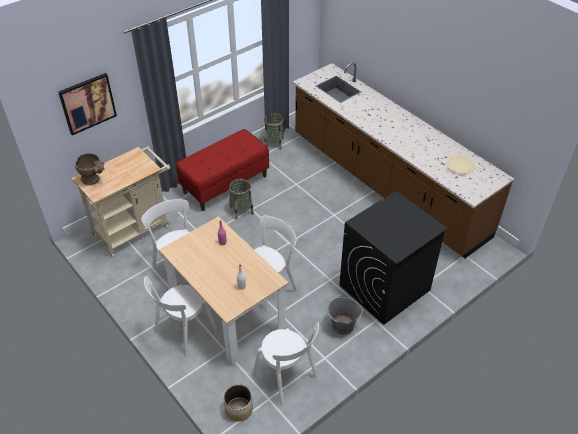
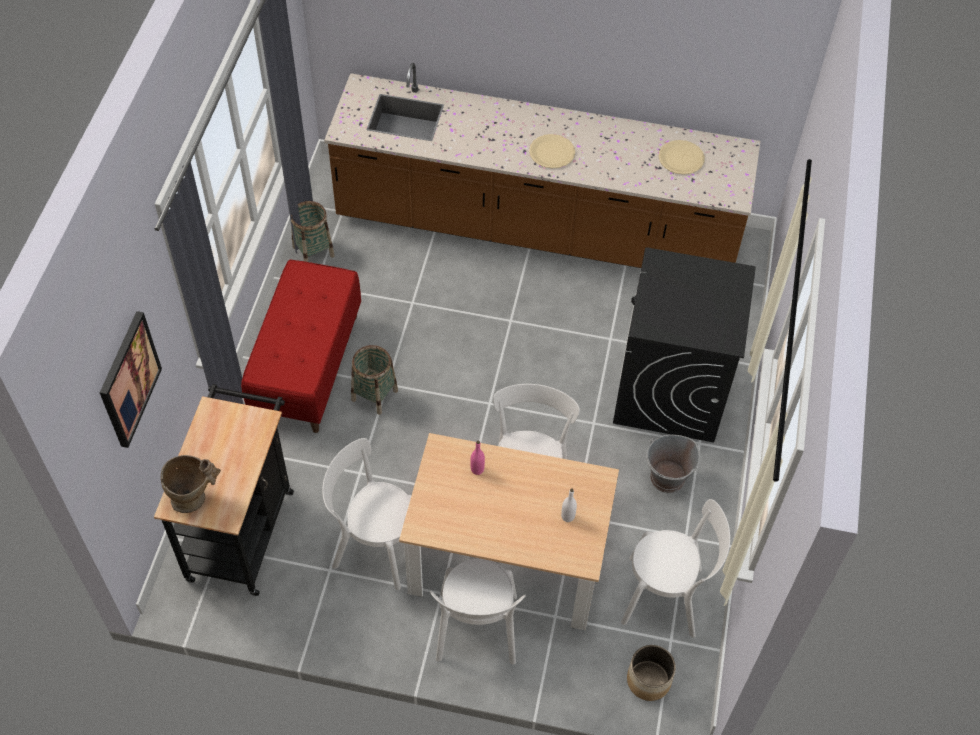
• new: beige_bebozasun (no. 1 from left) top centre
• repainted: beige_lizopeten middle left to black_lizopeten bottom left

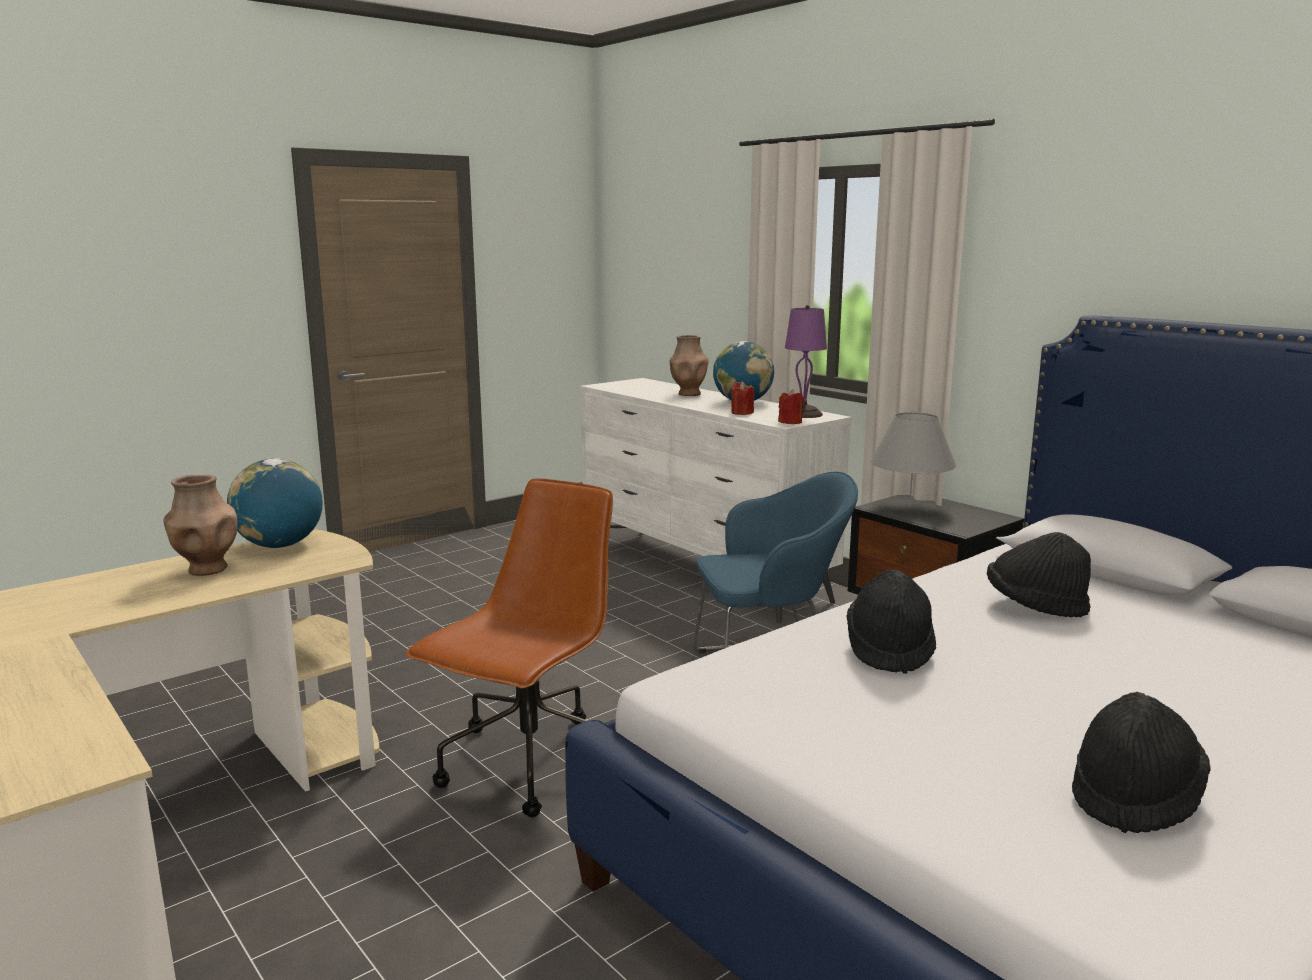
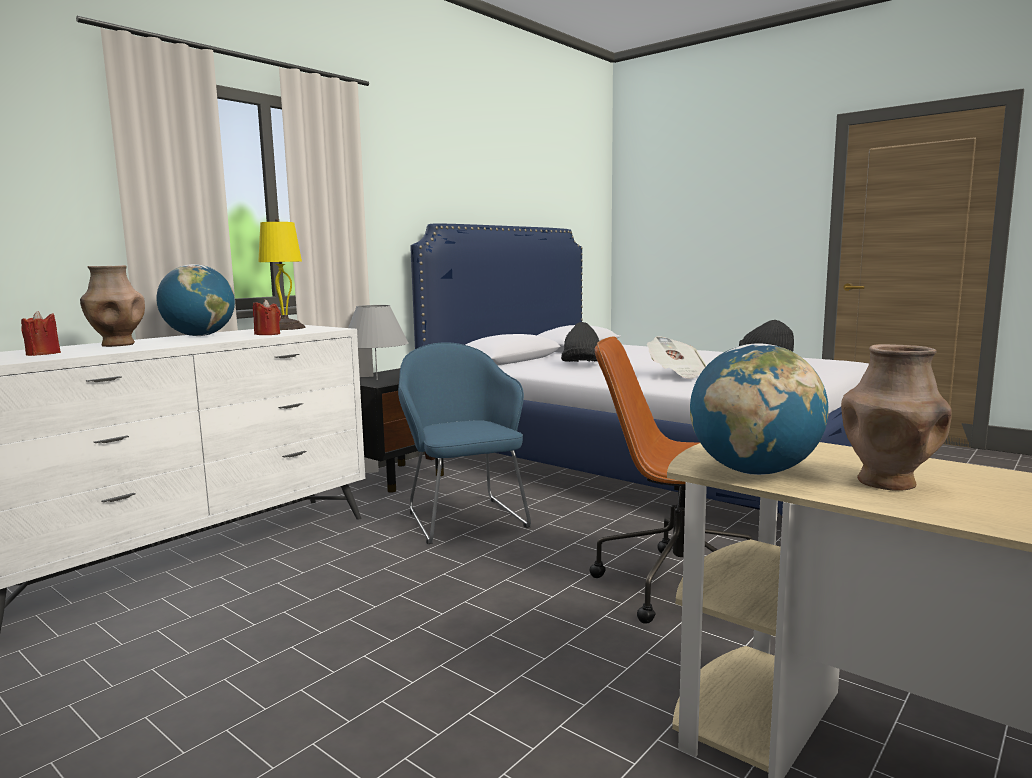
• shifted: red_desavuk (no. 2 from left in the first image) centre to red_desavuk (no. 1 from left) middle left
• swapped: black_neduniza (no. 1 from left) middle right to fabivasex centre
• repainted: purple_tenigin centre to yellow_tenigin middle left

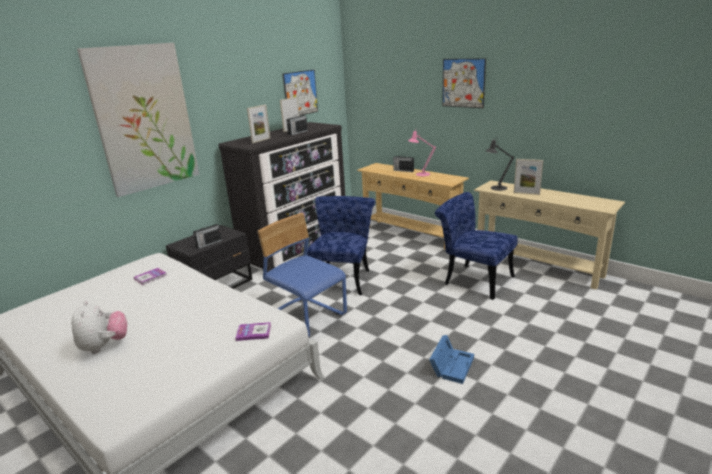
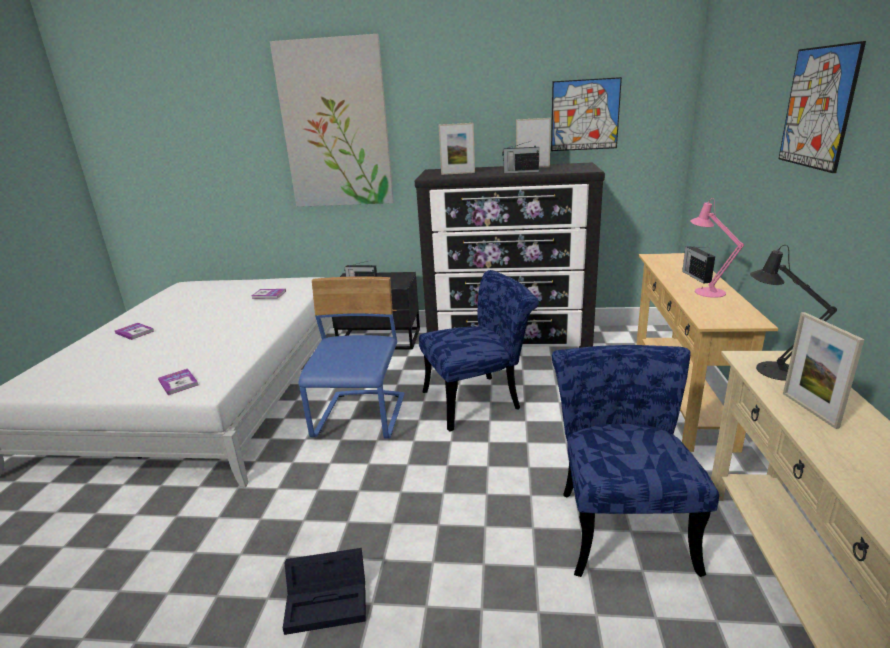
• swapped: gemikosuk bottom left to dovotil (no. 1 from left) middle left
• repainted: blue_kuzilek bottom centre to black_kuzilek bottom centre

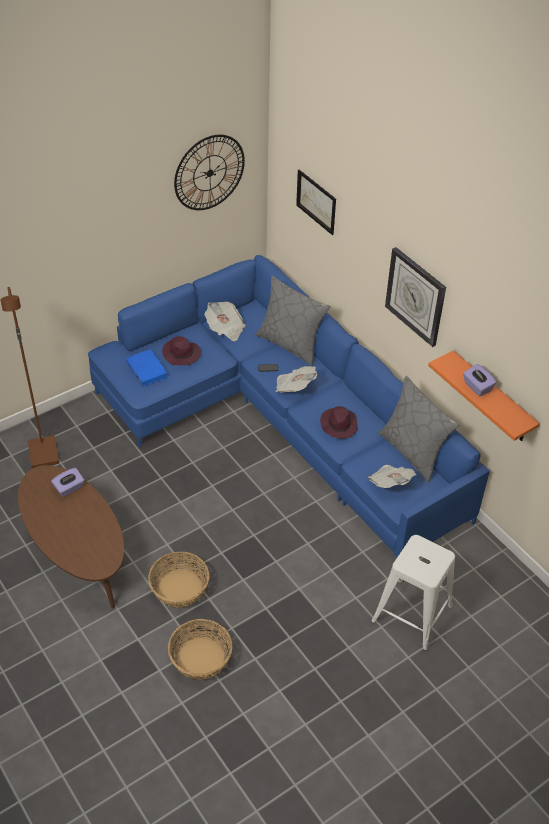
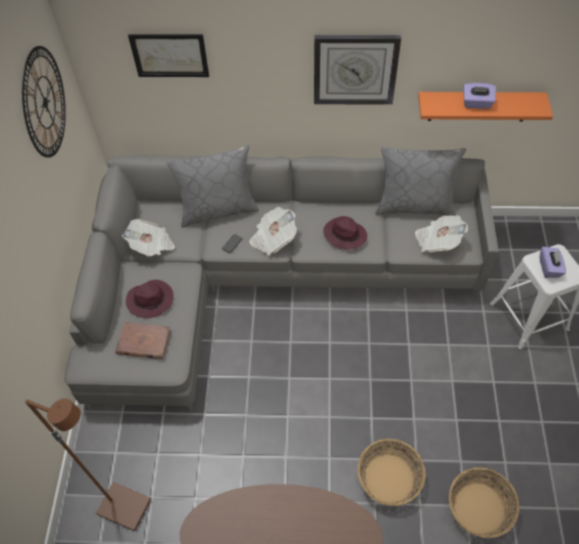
• shifted: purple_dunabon (no. 1 from left in the first image) middle left to purple_dunabon (no. 2 from left) middle right
• repainted: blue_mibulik centre to grey_mibulik centre
• repainted: blue_dovotil middle left to brown_dovotil middle left

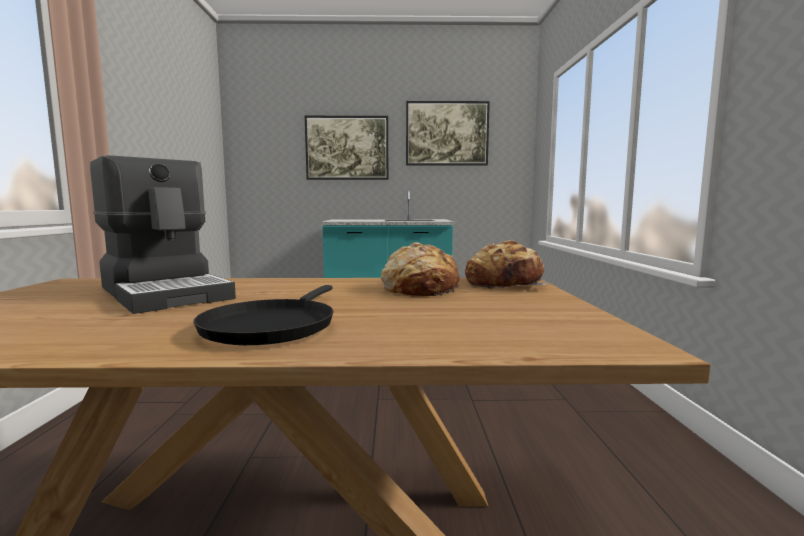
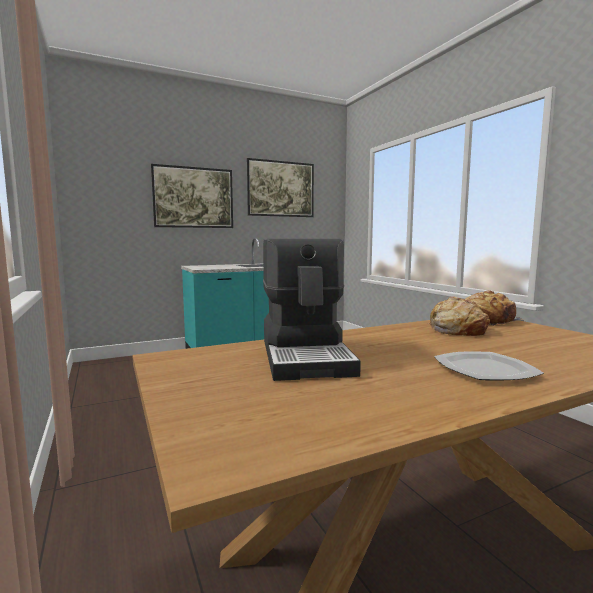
• swapped: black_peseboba middle left to bebozasun middle right
• rotated: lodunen middle left = centre 60 degrees clockwise

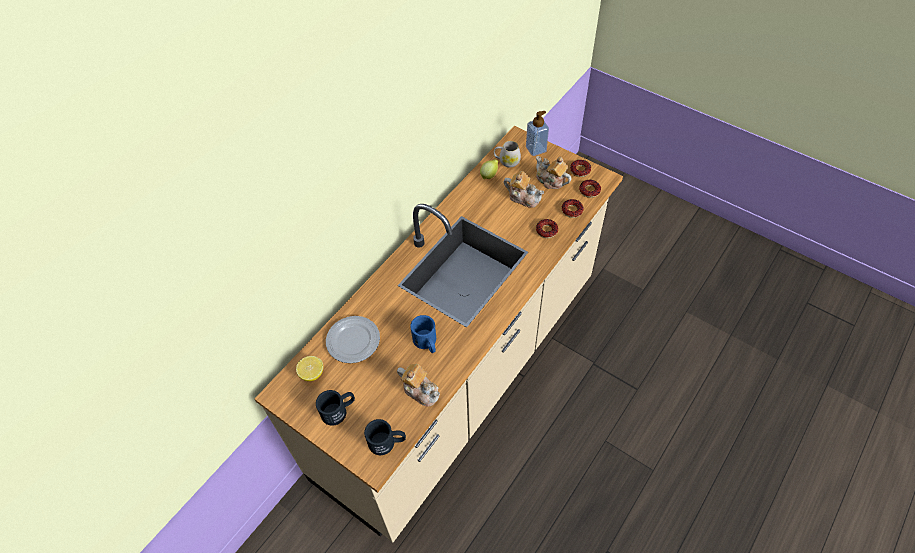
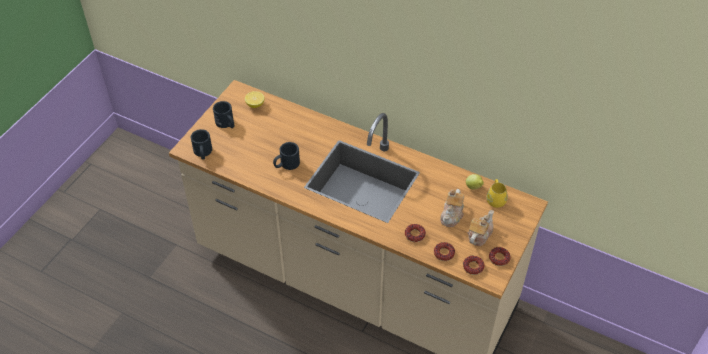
• gone: bebozasun centre
• gone: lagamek (no. 1 from left) bottom centre
• gone: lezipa top centre
• repainted: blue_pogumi centre to black_pogumi (no. 3 from left) centre
• repainted: white_pogumi top centre to yellow_pogumi middle right

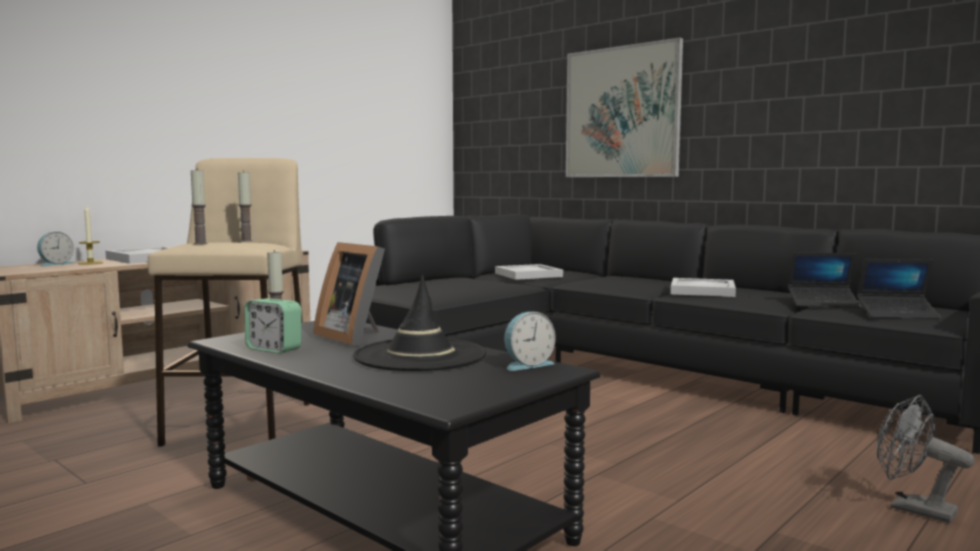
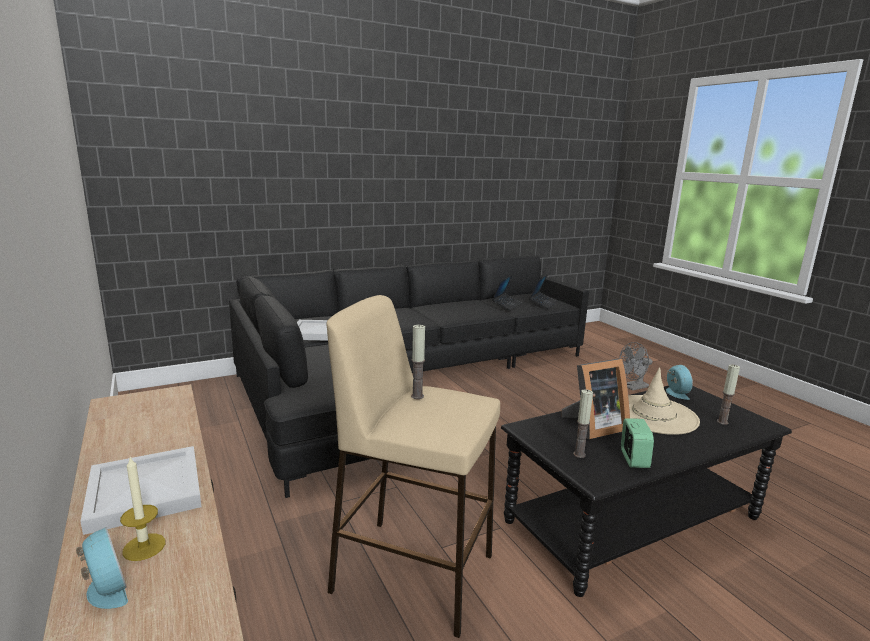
• gone: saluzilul top centre
• gone: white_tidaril (no. 3 from left) middle right
• shifted: desavuk (no. 2 from left in the first image) middle left to desavuk (no. 4 from left) middle right
• repainted: black_neduniza centre to beige_neduniza middle right
• rotated: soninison (no. 2 from left) middle left = bottom right 45 degrees counterclockwise

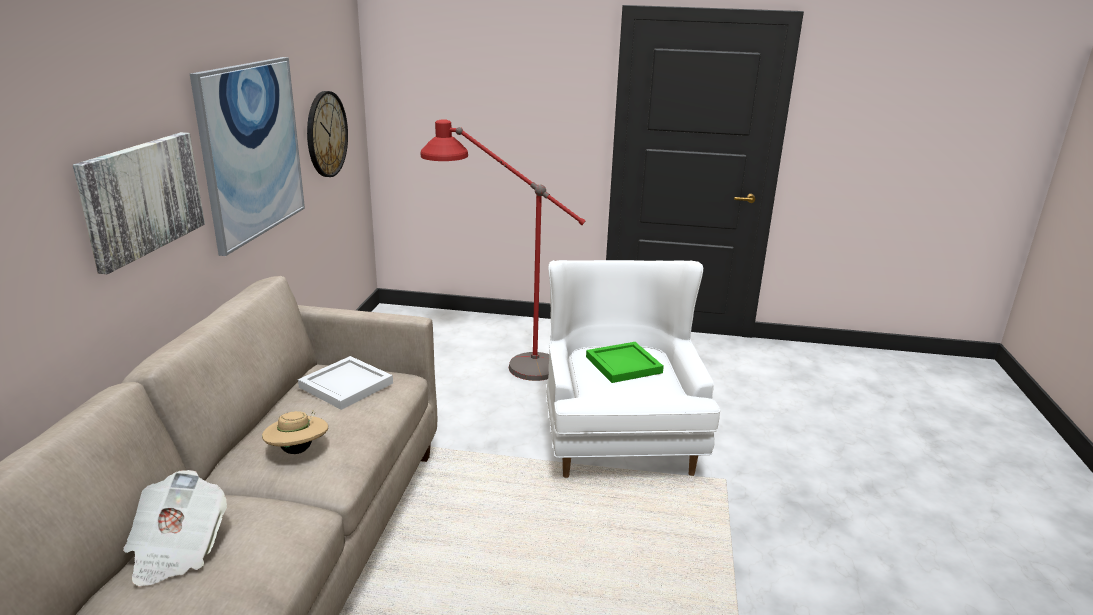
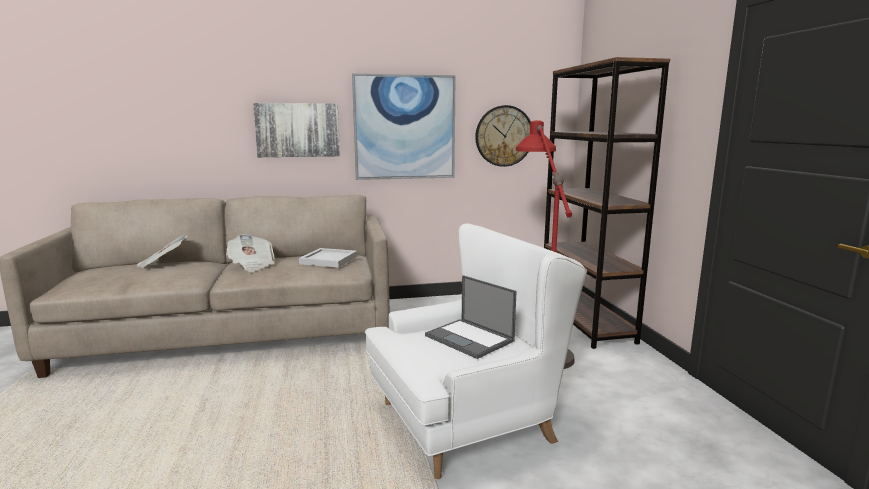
• new: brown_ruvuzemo middle right
• swapped: beige_neduniza bottom left to fabivasex (no. 2 from left) middle left
• swapped: green_tidaril centre to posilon centre

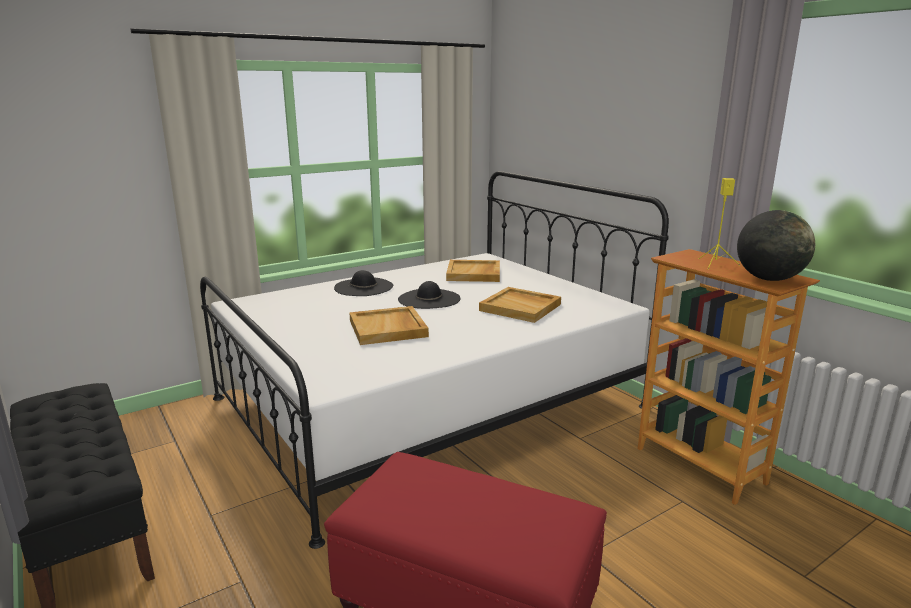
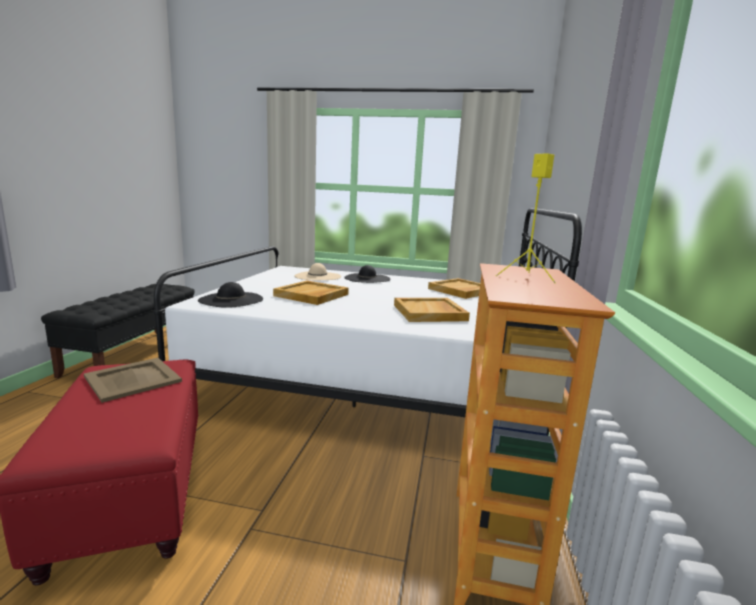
• gone: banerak middle right
• new: beige_tidaril (no. 1 from left) middle left
• new: beige_neduniza centre
• shifted: black_neduniza (no. 2 from left in the first image) centre to black_neduniza (no. 1 from left) middle left

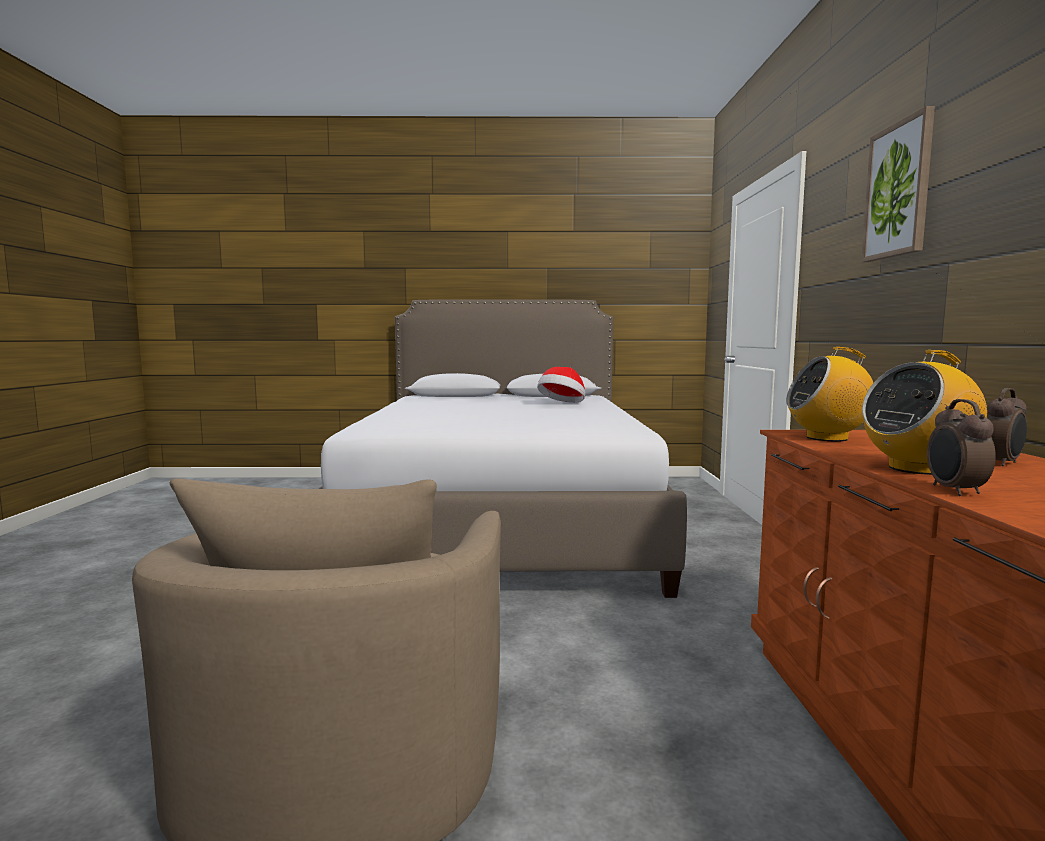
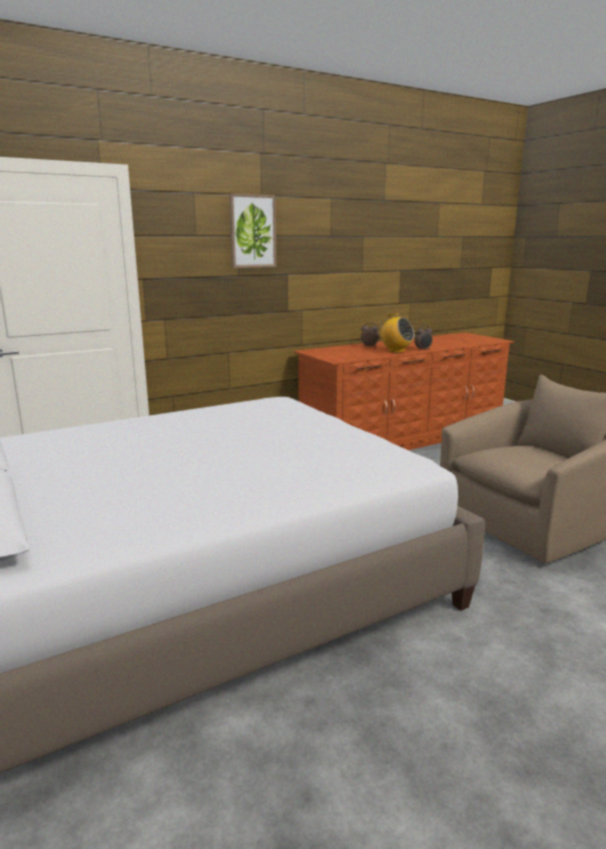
• gone: neduniza centre
• gone: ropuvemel (no. 1 from left) middle right

